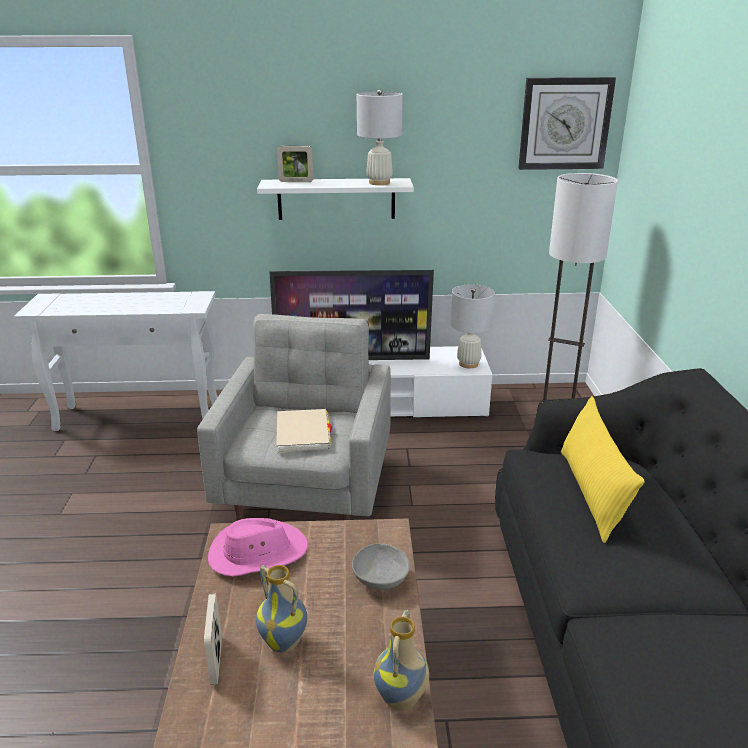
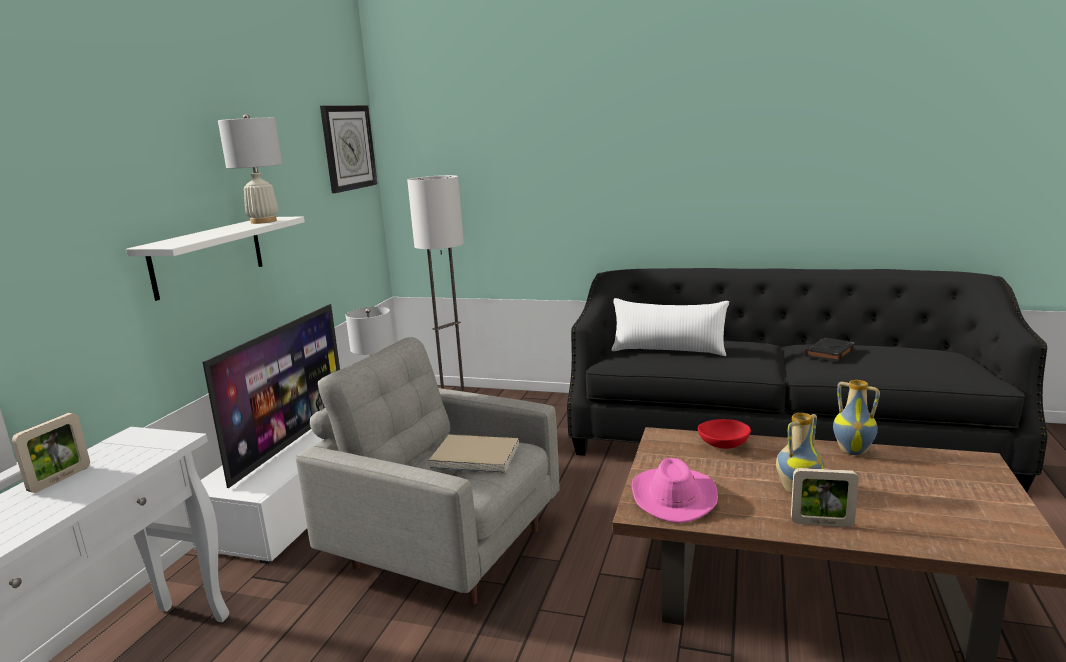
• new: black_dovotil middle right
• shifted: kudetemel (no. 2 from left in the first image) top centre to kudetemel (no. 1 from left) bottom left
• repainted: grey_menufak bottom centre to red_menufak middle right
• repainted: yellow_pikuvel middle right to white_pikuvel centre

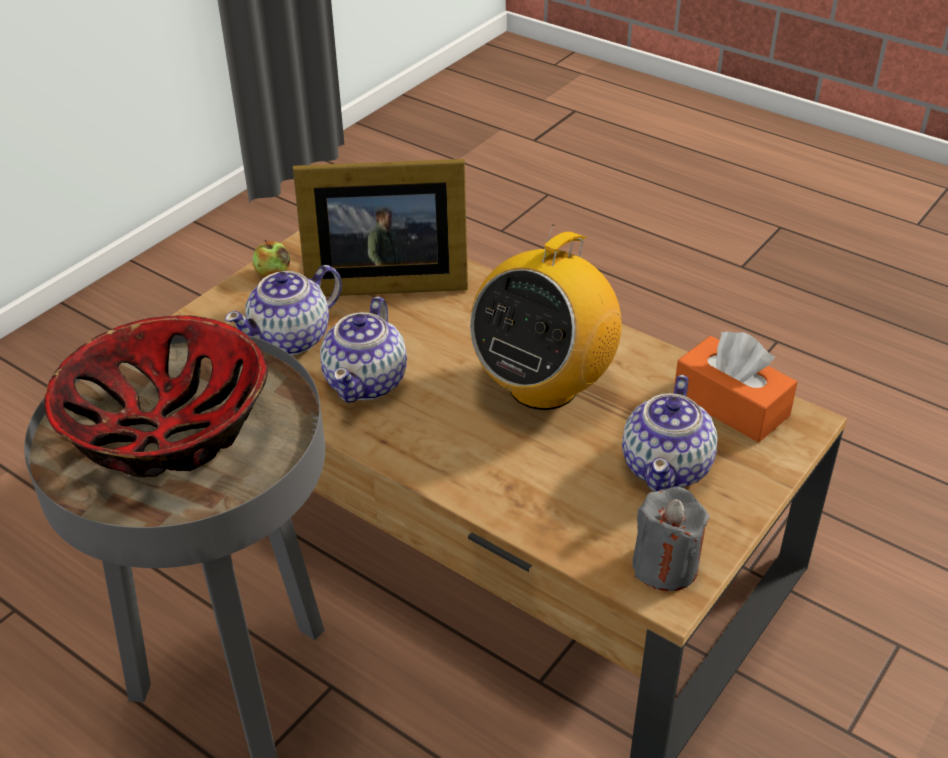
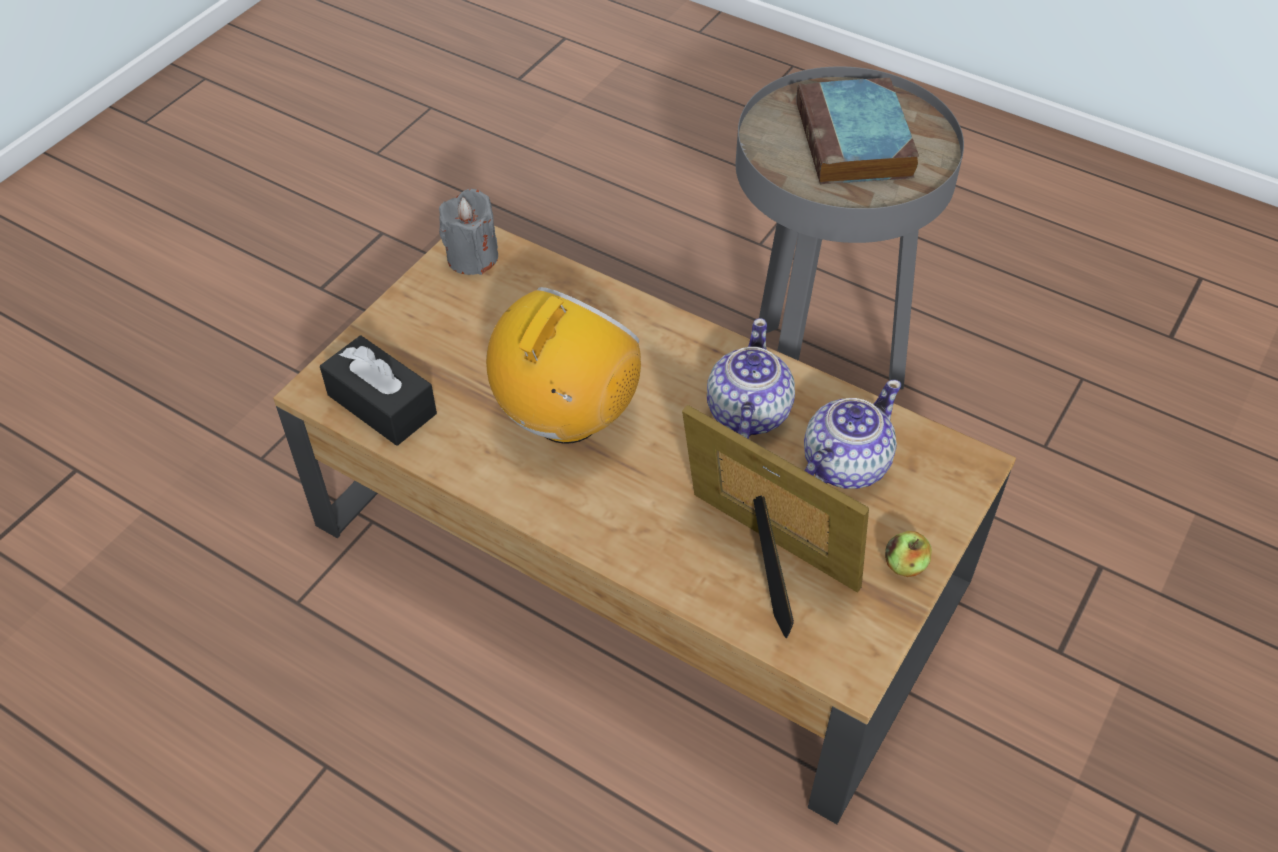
• gone: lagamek (no. 3 from left) middle right
• swapped: menufak middle left to dovotil top right
• repainted: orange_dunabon middle right to black_dunabon middle left
• rotated: kudetemel top centre = centre 45 degrees clockwise

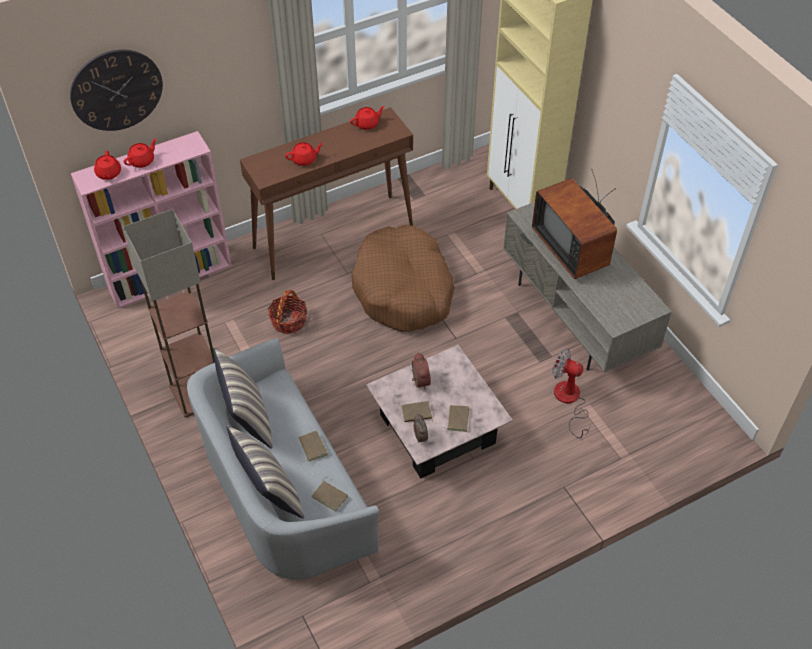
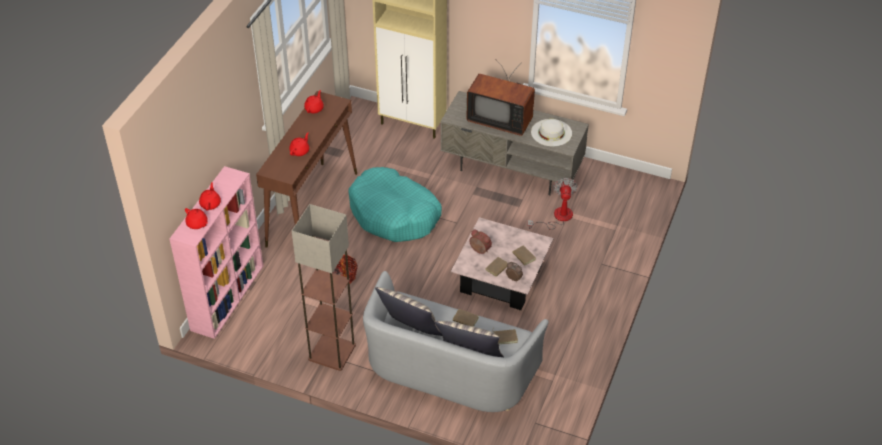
• gone: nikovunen top left
• new: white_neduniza top centre
• repainted: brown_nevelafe centre to turquoise_nevelafe centre
• rotated: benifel middle right = centre 105 degrees clockwise

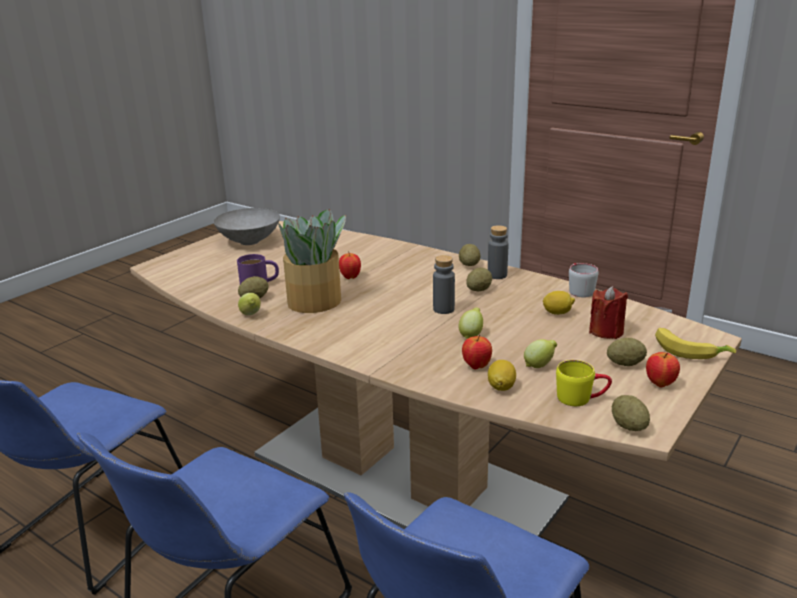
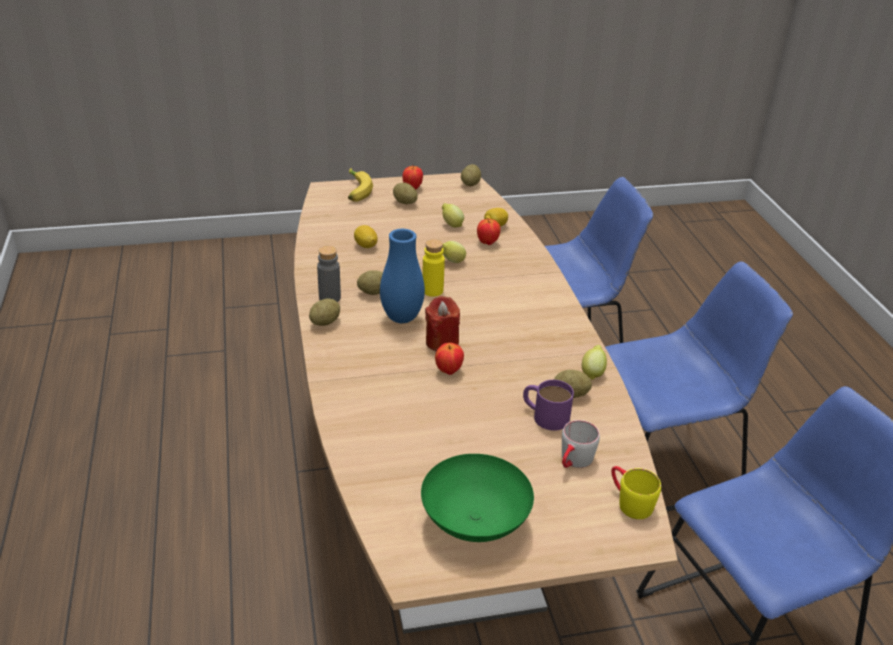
• gone: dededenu centre
• new: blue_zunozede centre
• shifted: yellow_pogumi middle right to bottom right
• shifted: grey_pogumi middle right to bottom centre
• shifted: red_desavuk middle right to centre
• repainted: grey_menufak middle left to green_menufak bottom centre
• repainted: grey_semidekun (no. 1 from left) centre to yellow_semidekun centre

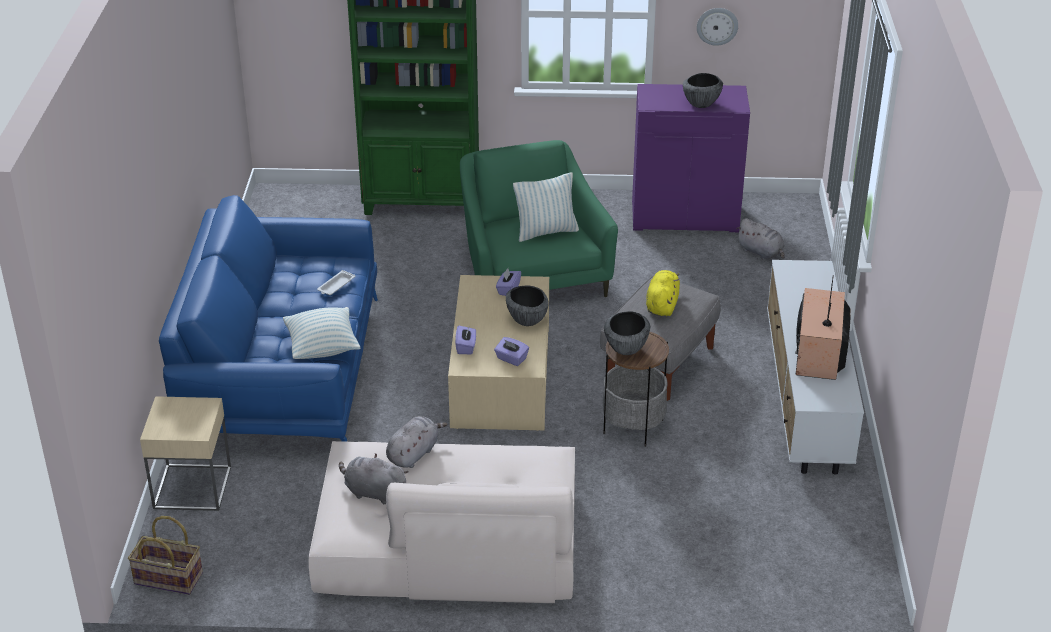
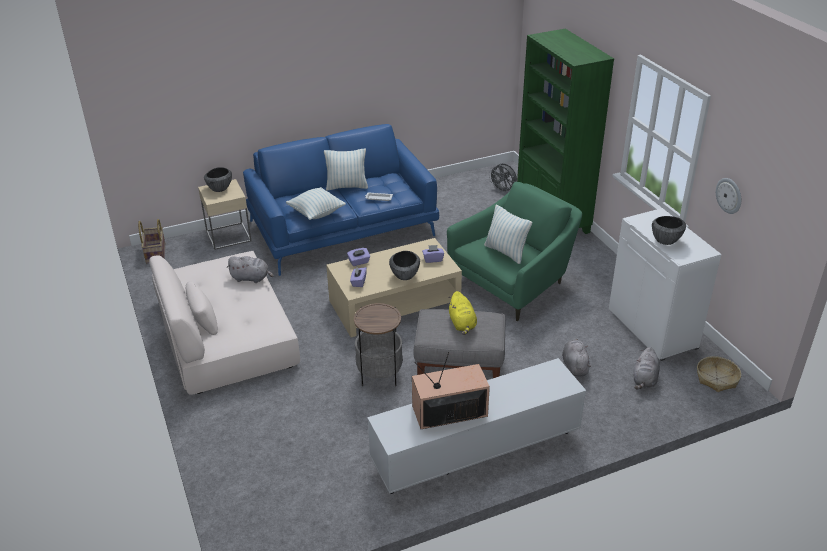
• new: pikuvel (no. 2 from left) top centre
• new: grey_benifel top centre
• new: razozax (no. 2 from left) bottom right
• shifted: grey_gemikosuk (no. 1 from left in the first image) bottom centre to grey_gemikosuk (no. 2 from left) middle right
• shifted: menufak (no. 2 from left in the first image) centre to menufak (no. 1 from left) top left
• repainted: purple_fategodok top centre to white_fategodok middle right
• rotated: yellow_gemikosuk centre = centre 90 degrees clockwise

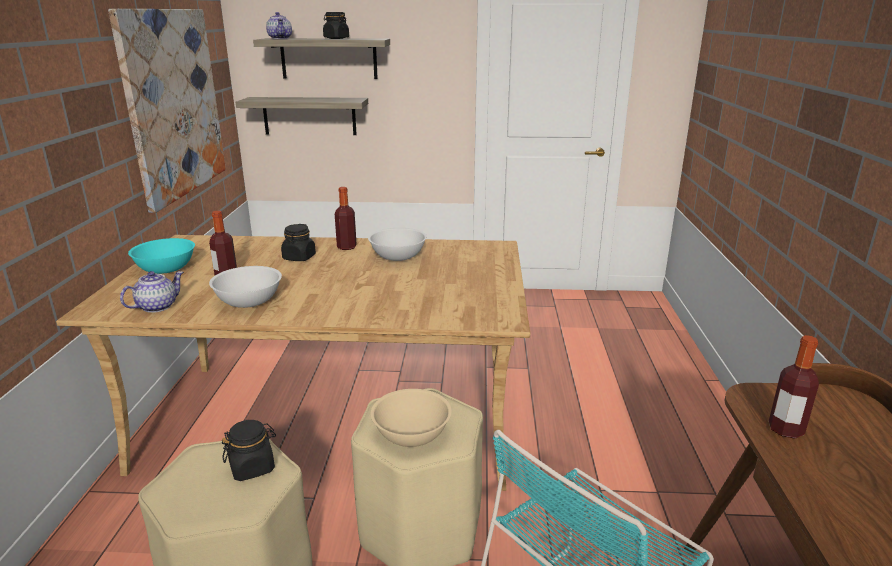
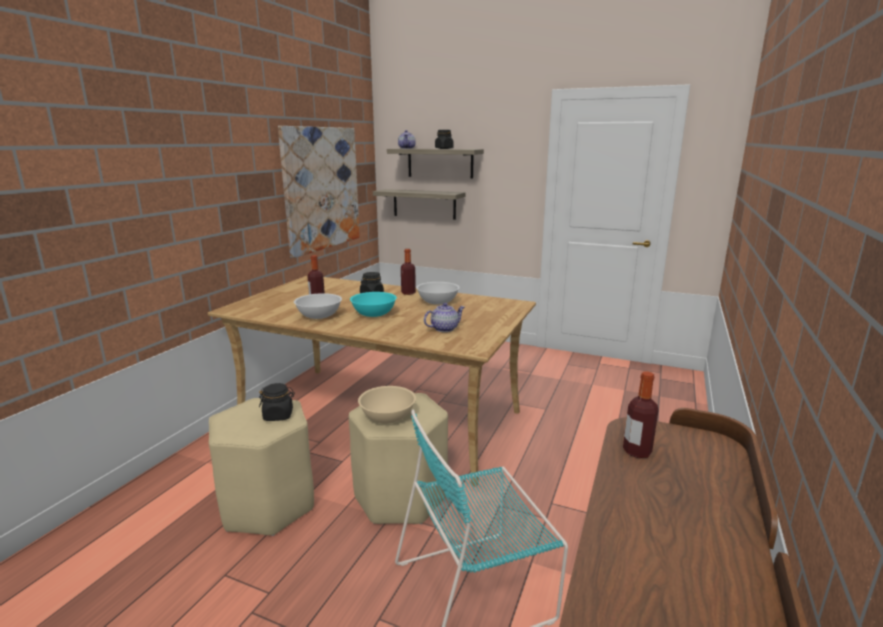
• shifted: lagamek (no. 1 from left in the first image) middle left to lagamek (no. 2 from left) centre
• shifted: turquoise_menufak middle left to centre

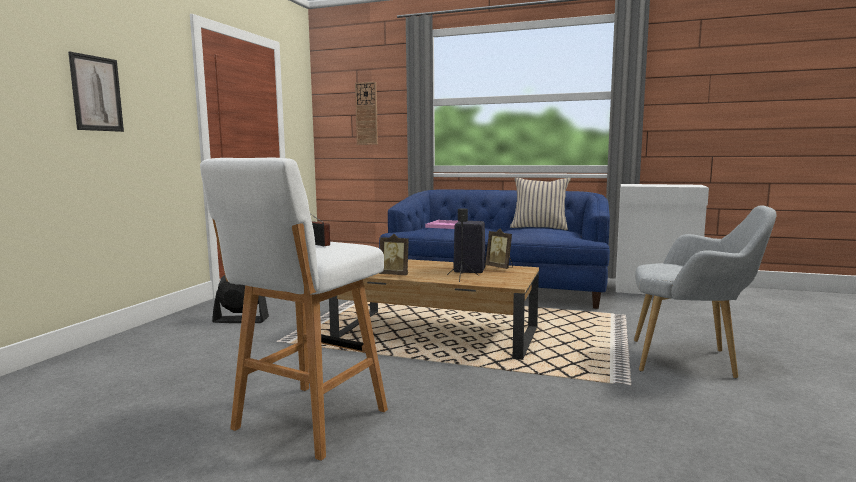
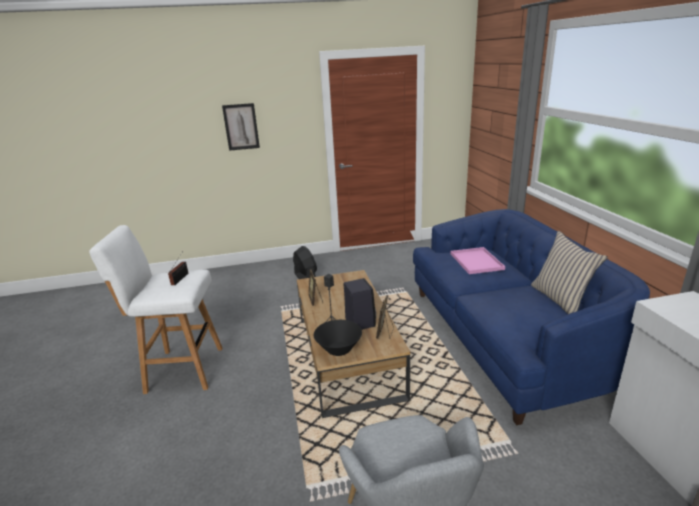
• gone: nikovunen top centre
• new: black_menufak bottom centre

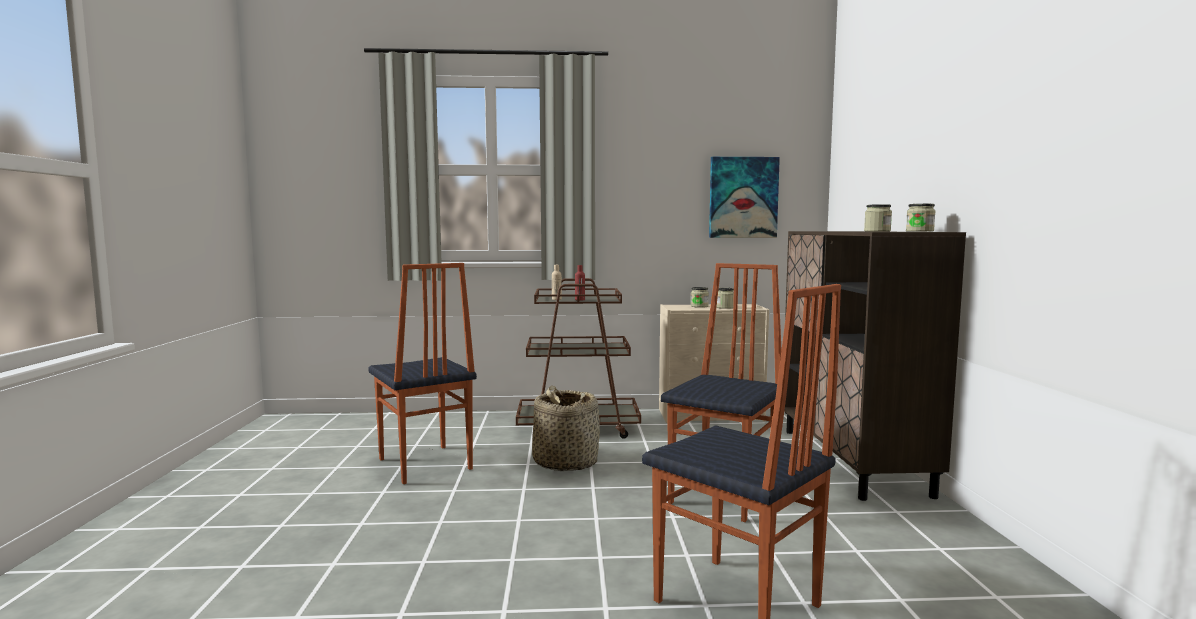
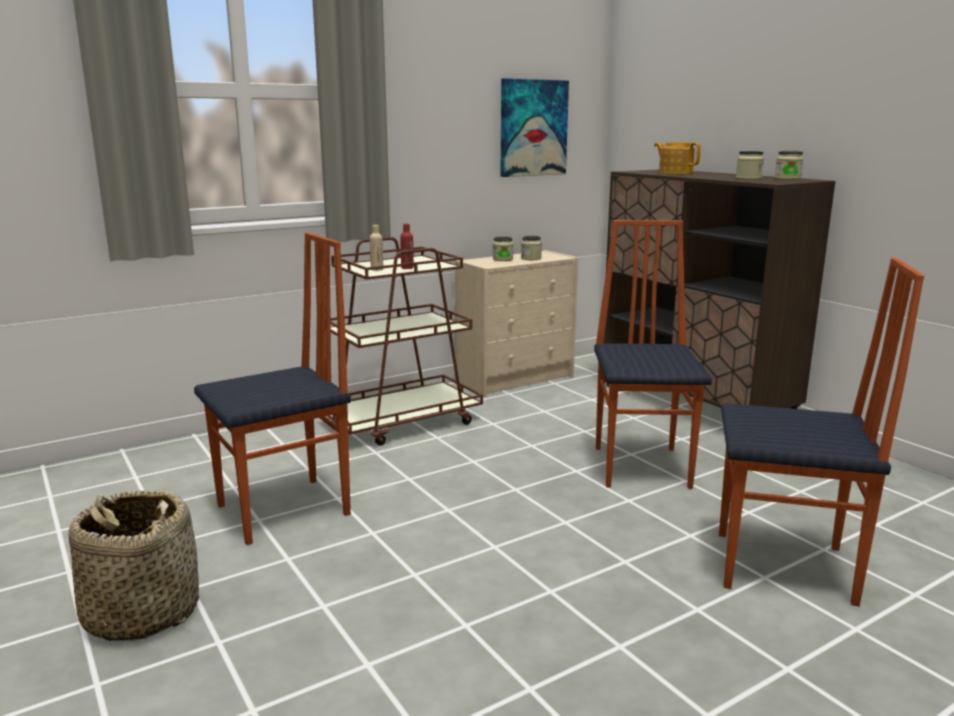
• new: lagamek top right
• shifted: razozax bottom centre to bottom left
• rotated: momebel (no. 1 from left) centre = middle left 60 degrees counterclockwise

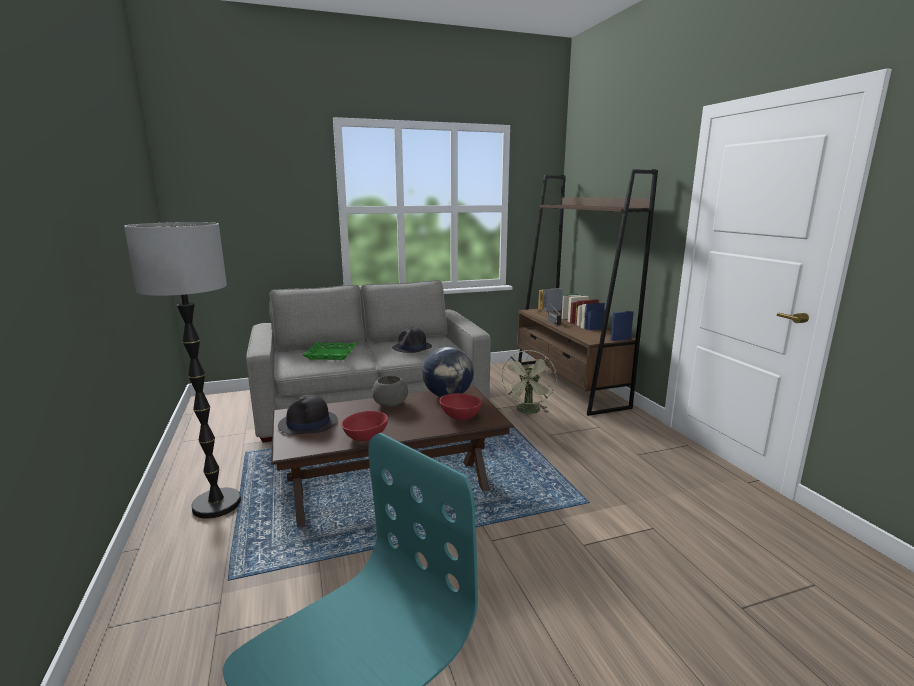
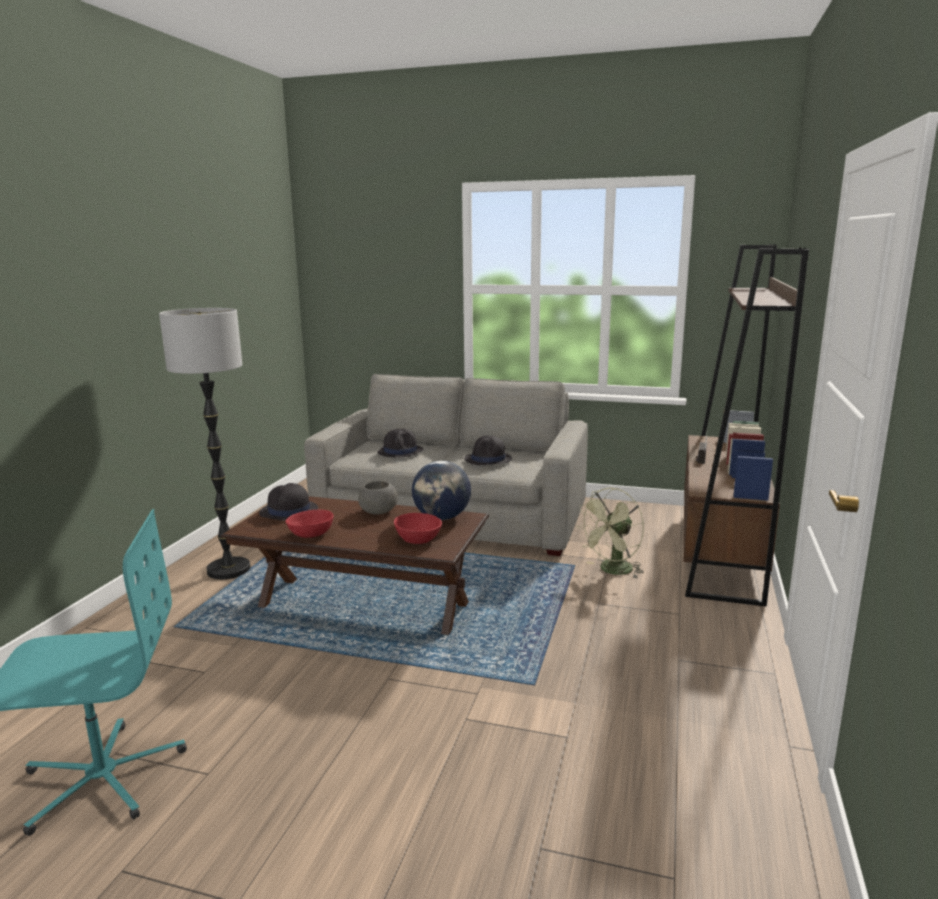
• swapped: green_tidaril centre to black_neduniza (no. 2 from left) centre

